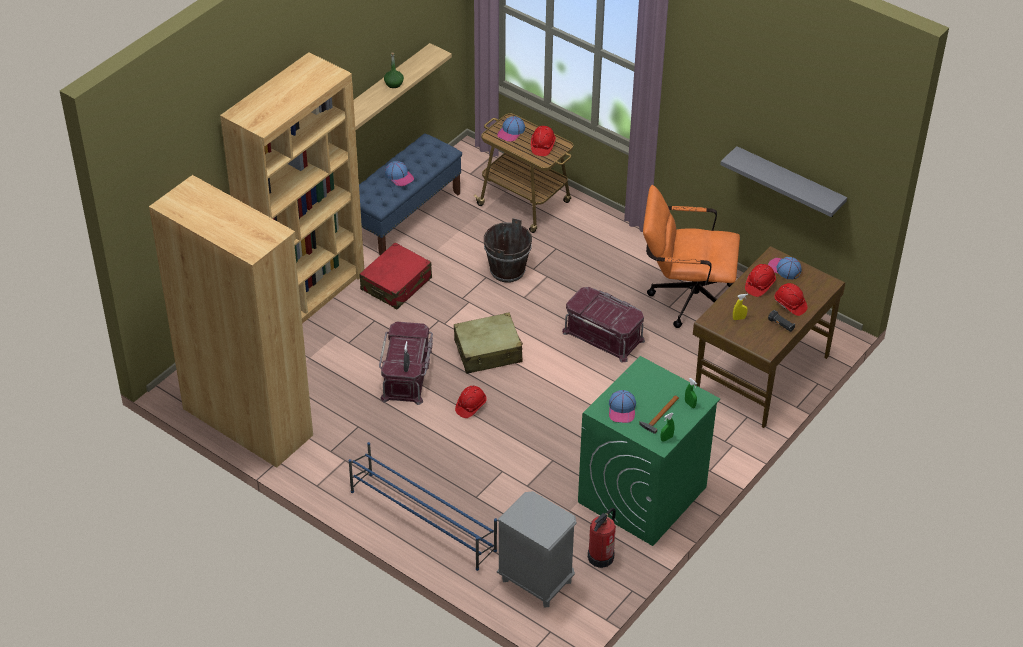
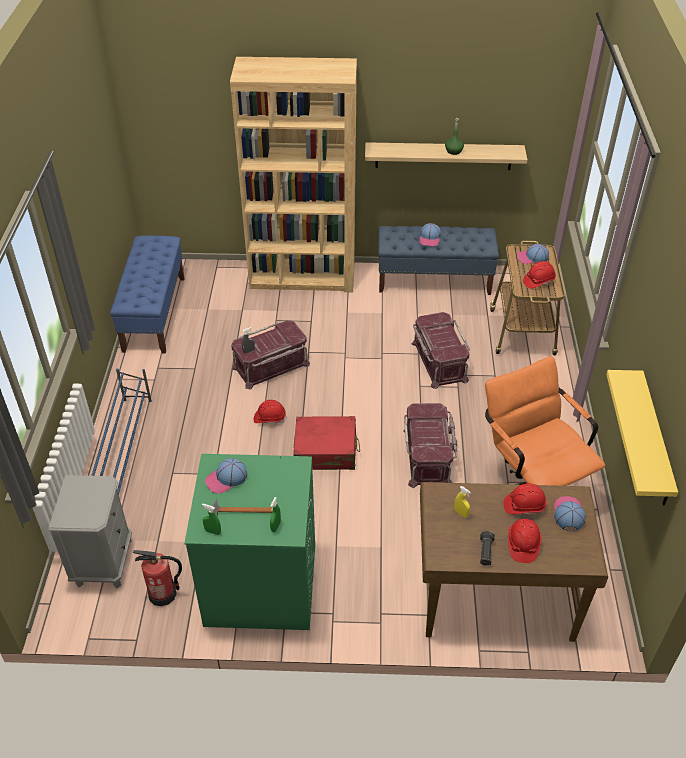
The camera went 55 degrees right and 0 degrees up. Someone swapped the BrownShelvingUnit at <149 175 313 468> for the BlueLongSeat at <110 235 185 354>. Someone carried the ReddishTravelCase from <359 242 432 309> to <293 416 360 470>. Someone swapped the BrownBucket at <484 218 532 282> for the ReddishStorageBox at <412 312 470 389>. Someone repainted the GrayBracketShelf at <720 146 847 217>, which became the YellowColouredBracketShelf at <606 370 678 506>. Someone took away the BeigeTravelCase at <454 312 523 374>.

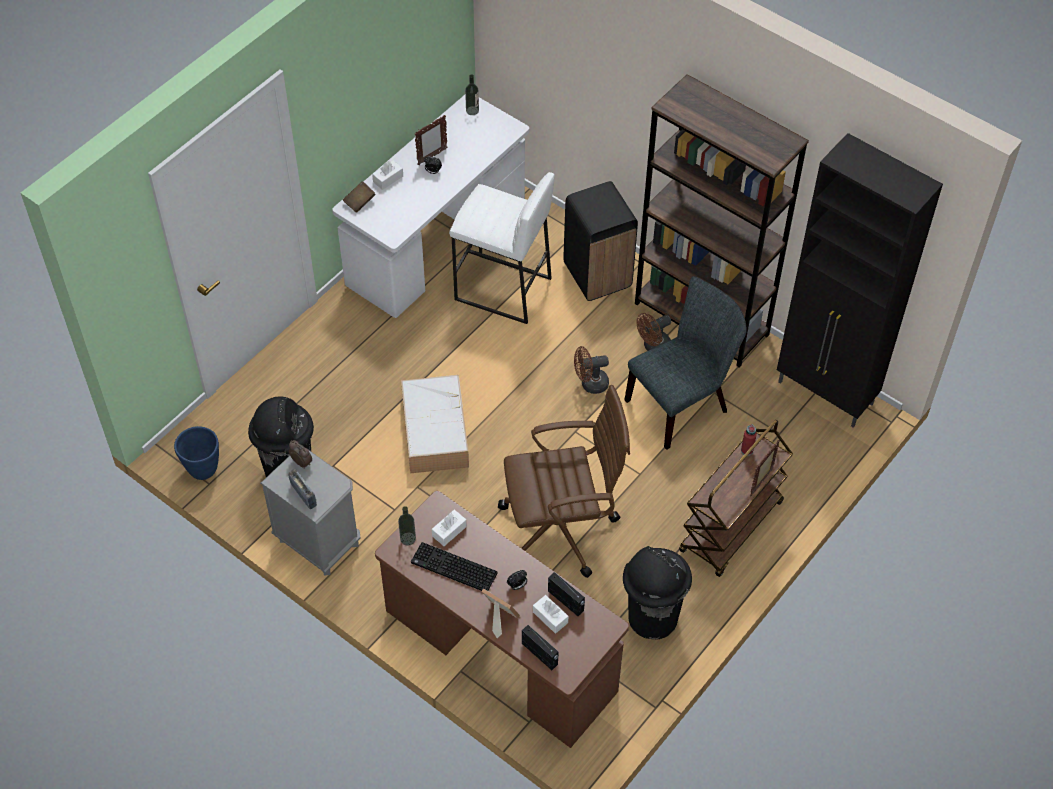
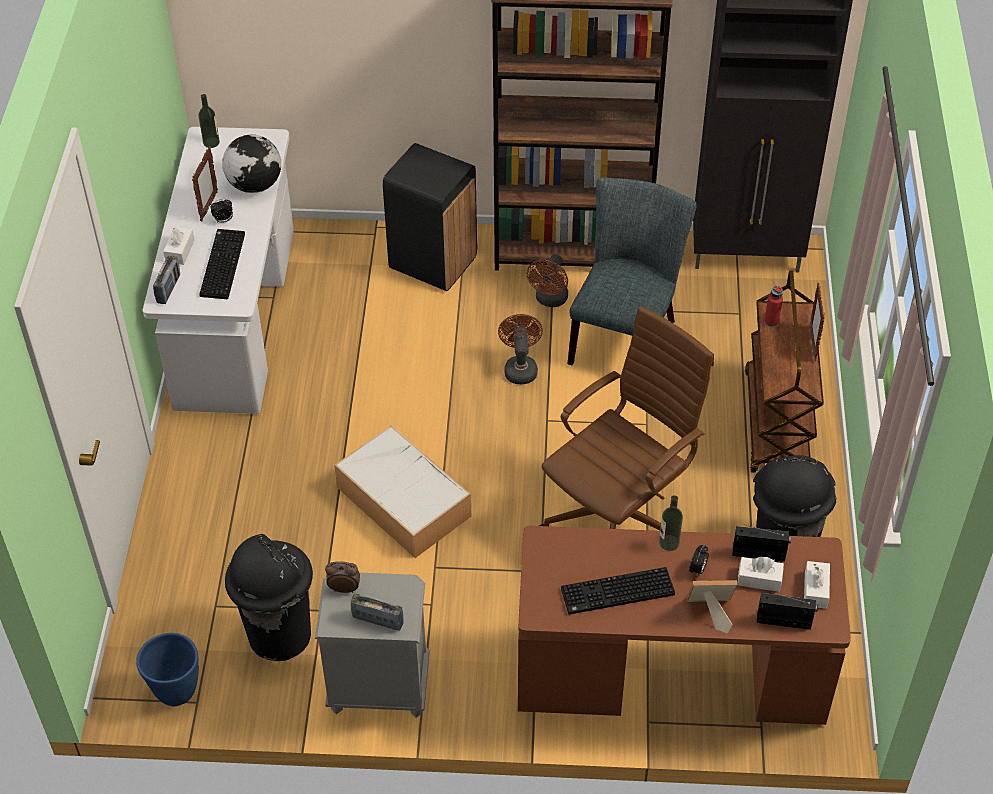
The camera went 35 degrees left and 5 degrees down. Someone swapped the BrownBook at <343 181 376 213> for the RadioReceiver at <153 256 180 304>. Someone put down the PcKeyboard at <199 229 245 299>. Someone put down the Globe at <222 135 281 193>. Someone rotated the BrownCoolingFan at <574 346 609 394> by 135 degrees clockwise. Someone carried the Bottle from <398 506 416 546> to <659 495 683 551>. Someone carried the WhiteColouredTissueHolder from <432 510 467 546> to <804 561 830 609>. Someone took away the WhiteColouredStoolSeat at <449 172 555 324>.

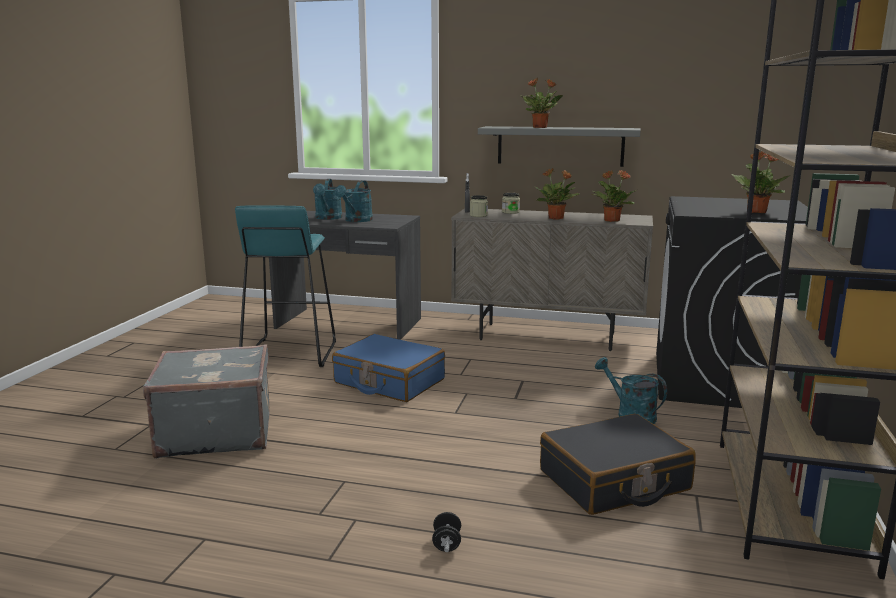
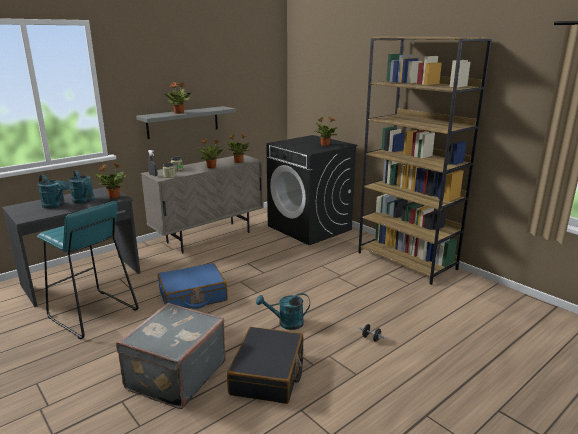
The camera went 55 degrees left and 5 degrees up. Someone put down the PottedPlant at <95 162 127 199>. Someone carried the BlackColouredTravelCase from <540 414 696 515> to <227 327 303 404>. Someone carried the TurquoiseColouredSprinklingCan from <595 357 667 424> to <256 293 310 330>.

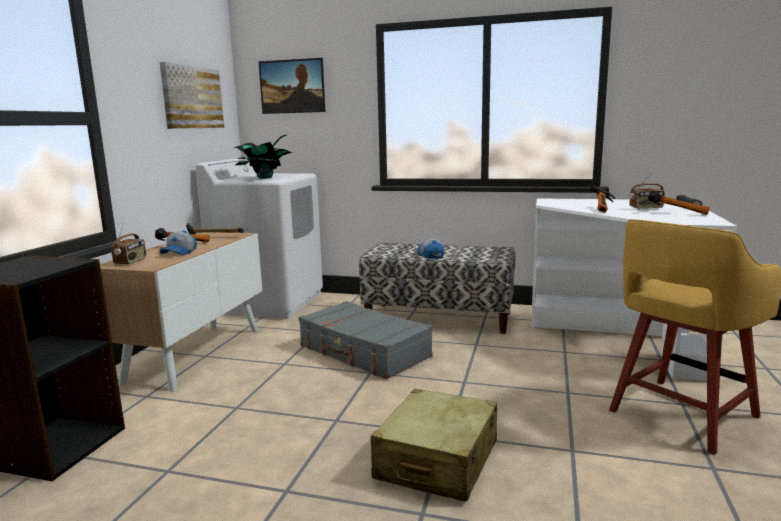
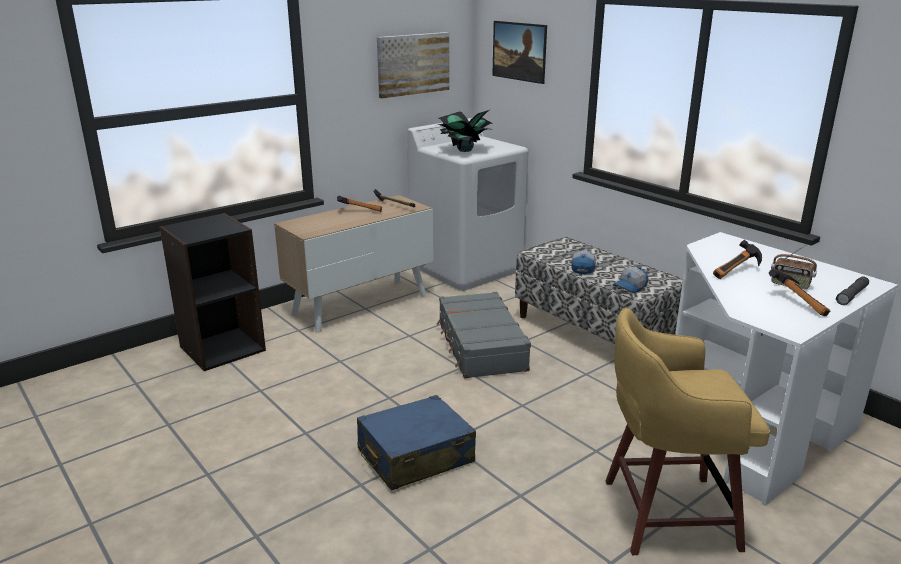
The camera went 35 degrees right and 10 degrees up. Someone repainted the BeigeTravelCase at <371 389 497 502>, which became the BlueTravelCase at <357 395 476 491>. Someone carried the PeakedCap from <160 230 197 255> to <613 266 649 293>. Someone took away the RadioReceiver at <111 224 146 265>.

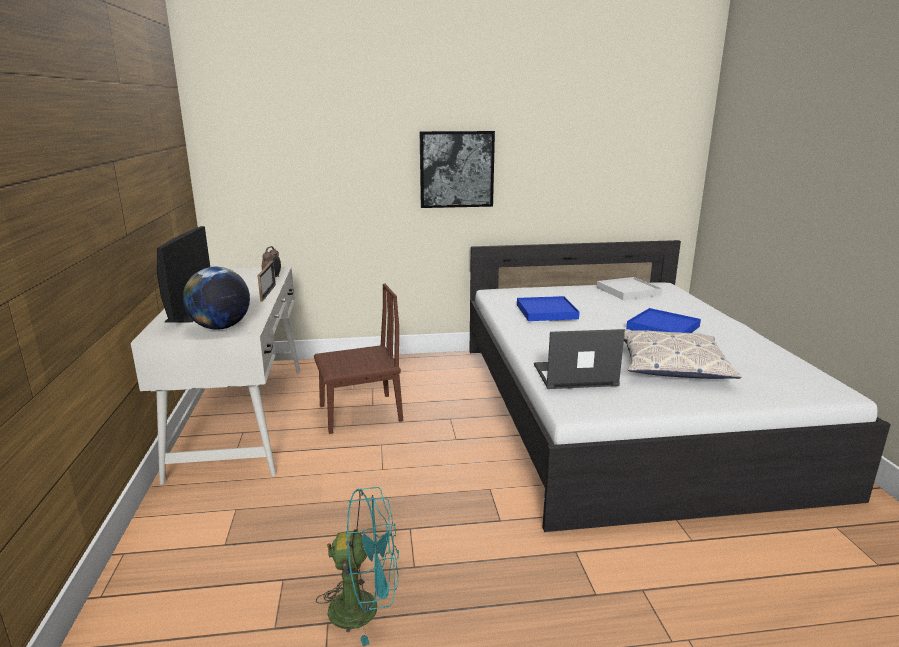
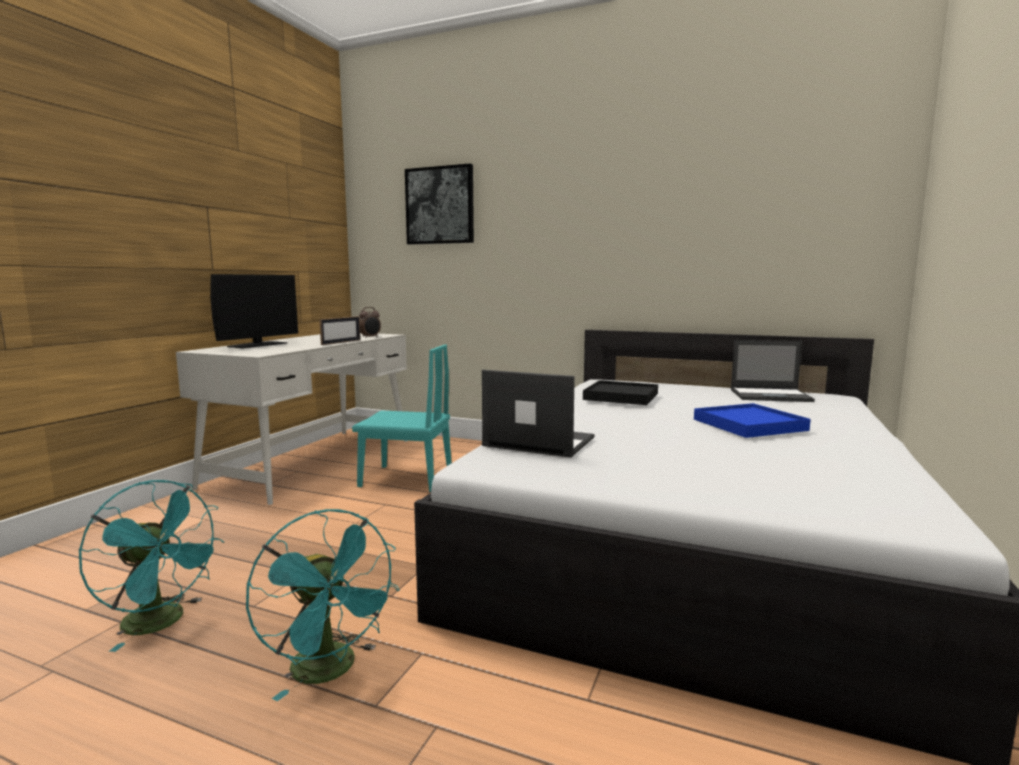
The camera went 30 degrees right and 10 degrees down. Someone put down the TurquoiseColouredCoolingFan at <246 509 400 701>. Someone repainted the BrownChair at <314 283 403 434>, which became the TurquoiseColouredChair at <352 345 452 492>. Someone carried the WallArt from <420 131 495 208> to <405 163 474 245>. Someone repainted the BlueServingTray at <517 296 580 321>, which became the BlackColouredServingTray at <583 380 658 405>. Someone swapped the WhiteColouredServingTray at <597 277 662 300> for the Laptop at <731 340 815 402>. Someone took away the Globe at <183 267 250 330>. Someone took away the Pillow at <624 329 742 379>.

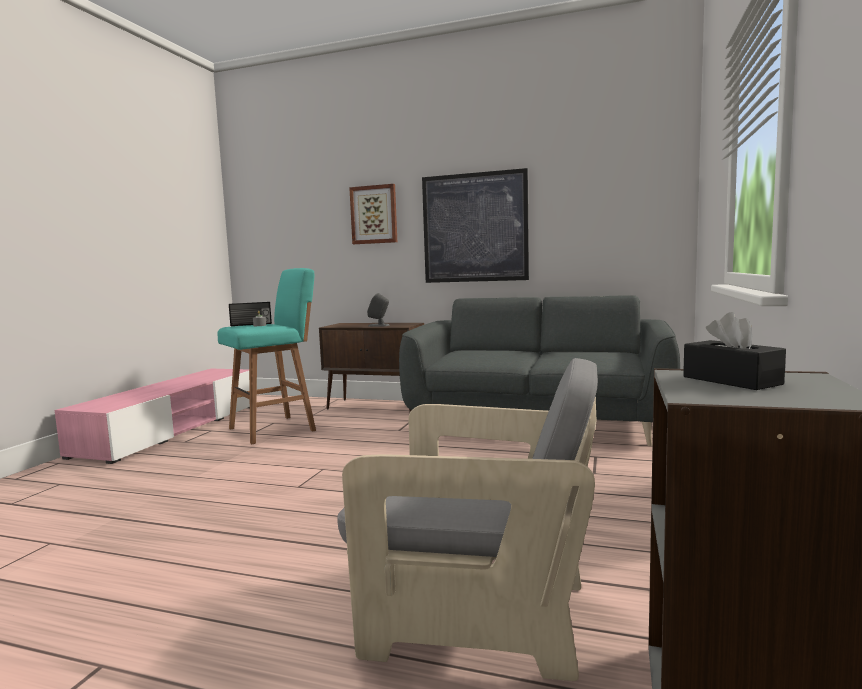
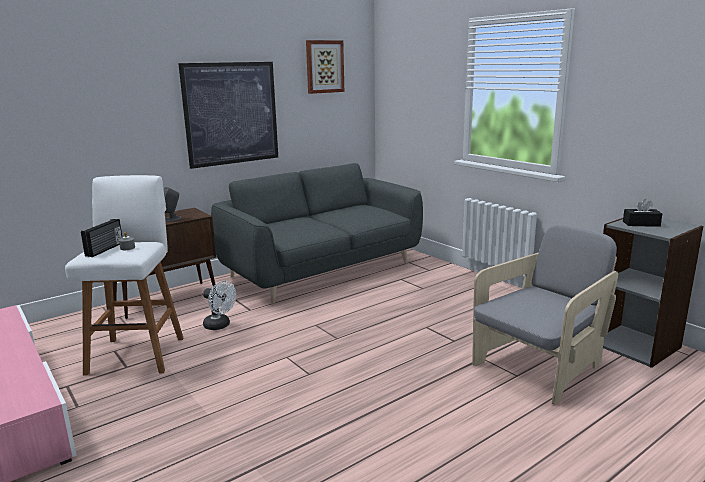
The camera went 55 degrees left and 10 degrees up. Someone repainted the TurquoiseColouredStoolSeat at <217 268 316 444>, which became the WhiteColouredStoolSeat at <65 175 183 376>. Someone put down the WhiteColouredCoolingFan at <203 281 236 330>. Someone carried the WallArt from <349 184 397 244> to <306 40 344 94>.

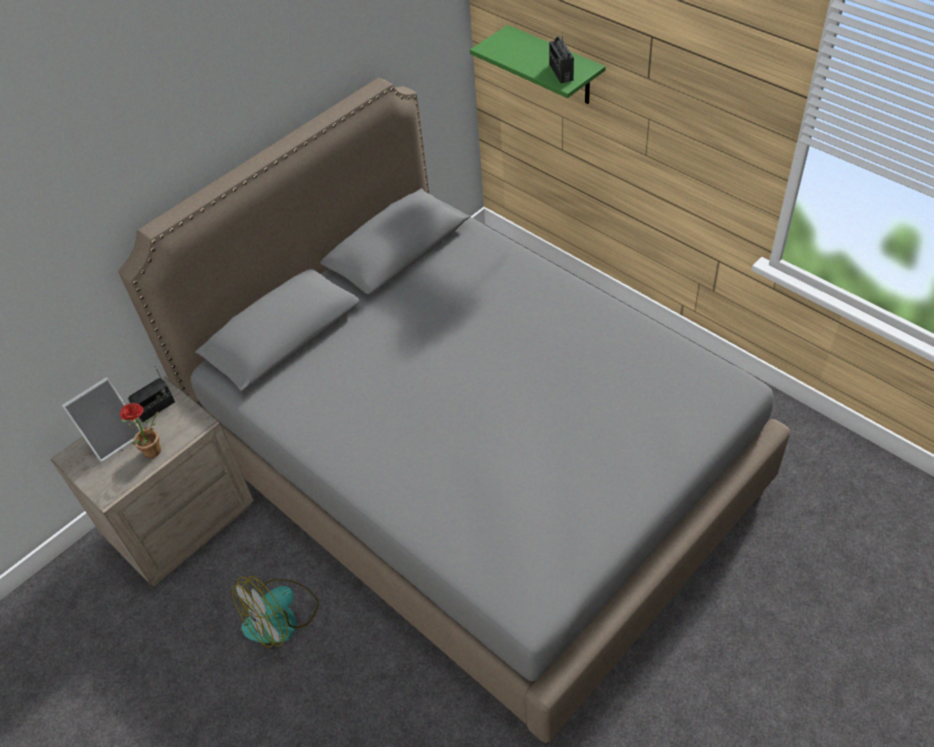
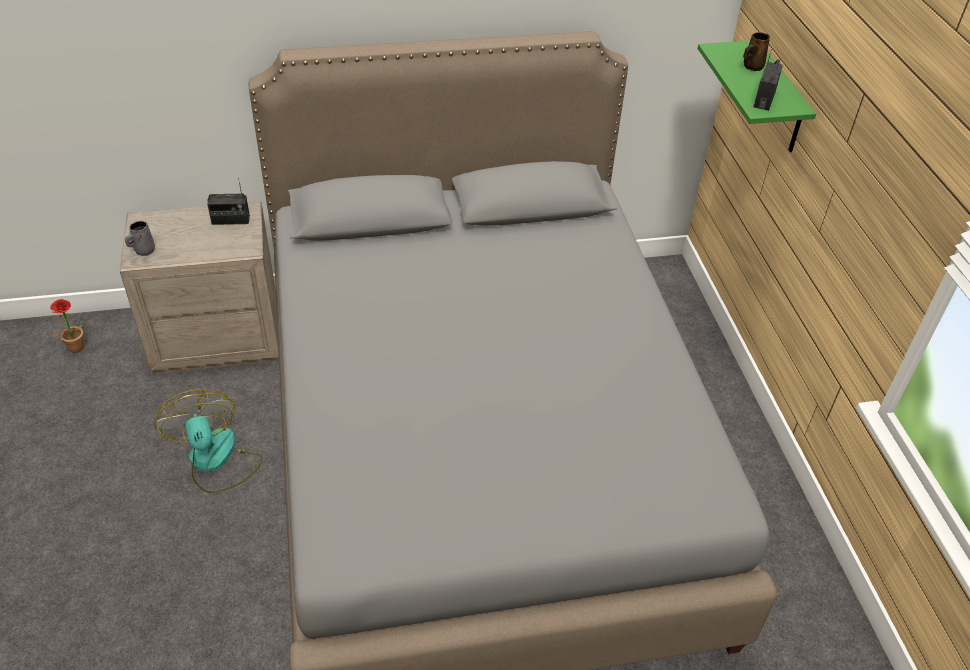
The camera went 30 degrees right and 5 degrees down. Someone carried the PottedPlant from <120 403 161 458> to <50 299 92 353>. Someone put down the GrayCoffeeMug at <125 221 155 256>. Someone rotated the CoolingFan at <232 576 319 647> by 75 degrees clockwise. Someone put down the BrownCoffeeMug at <743 32 770 71>. Someone took away the PictureFrame at <62 377 141 462>.

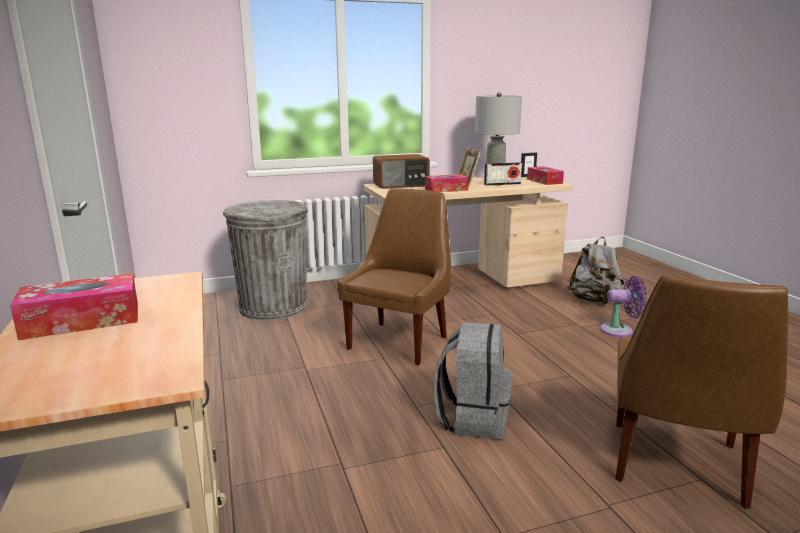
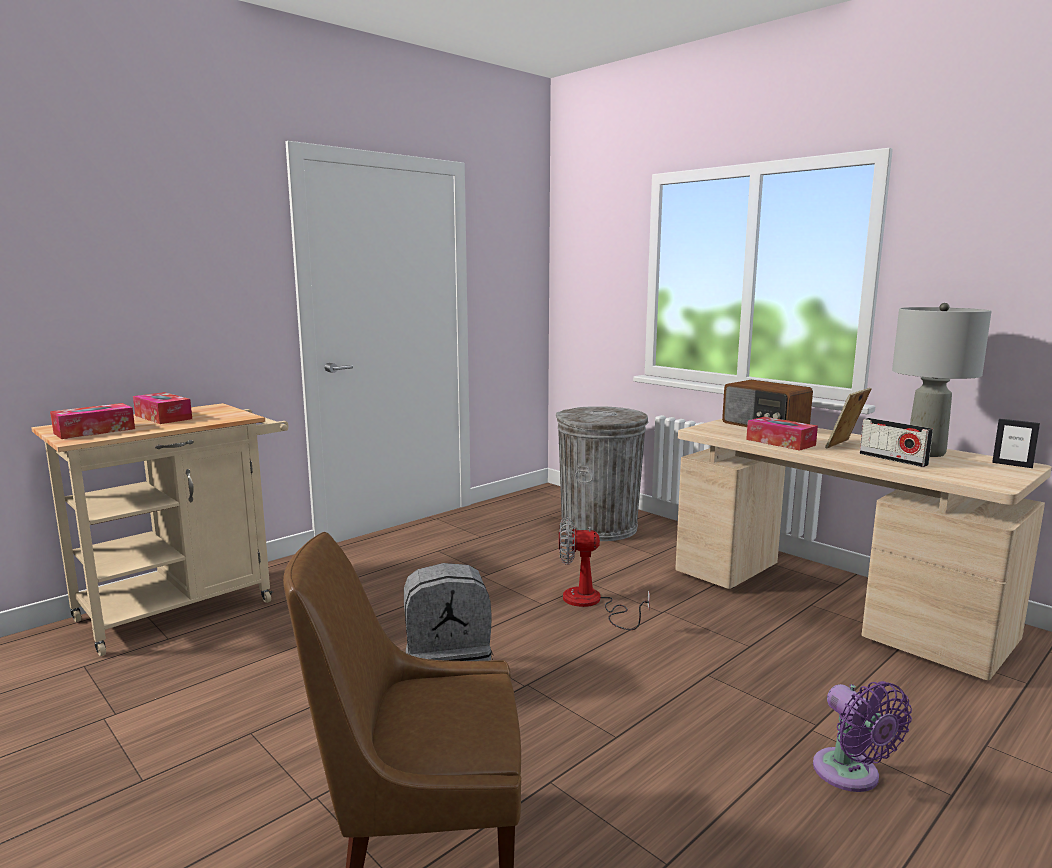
The camera went 65 degrees right and 5 degrees down. Someone carried the TissueHolder from <527 166 564 185> to <50 403 135 439>. Someone swapped the BrownChair at <337 188 451 365> for the CoolingFan at <559 517 650 630>. Someone took away the GrayRucksack at <567 237 624 304>.

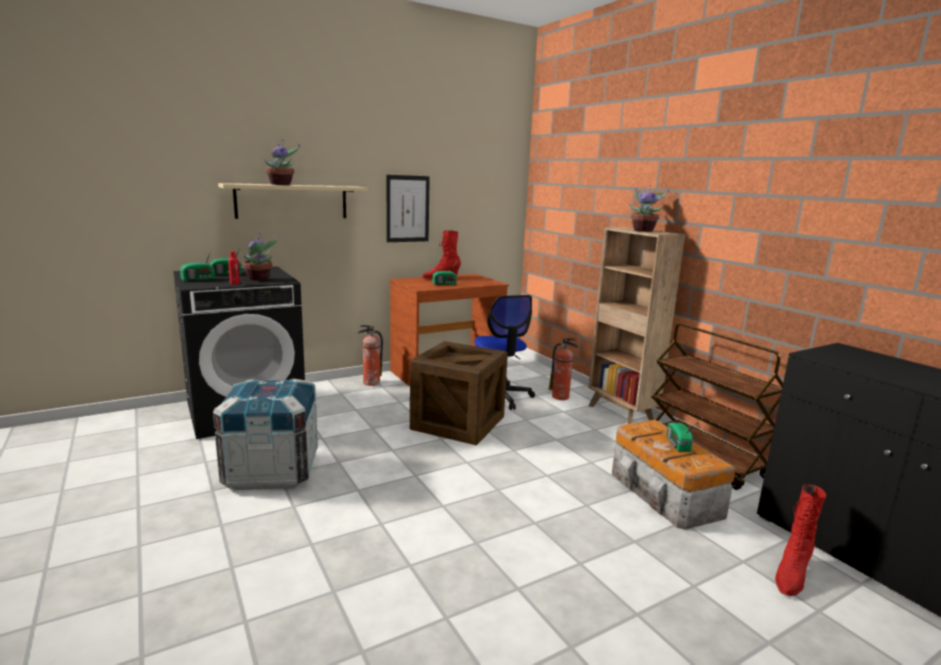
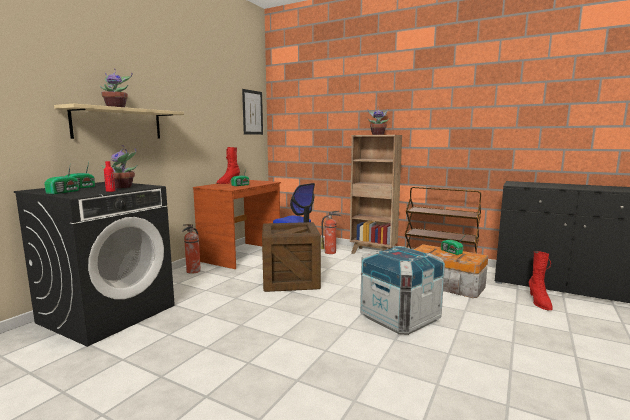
The camera went 30 degrees left and 5 degrees down. Someone carried the WallArt from <386 175 430 242> to <242 89 263 135>. Someone carried the ShippingCrate from <213 379 318 490> to <360 246 445 335>.

